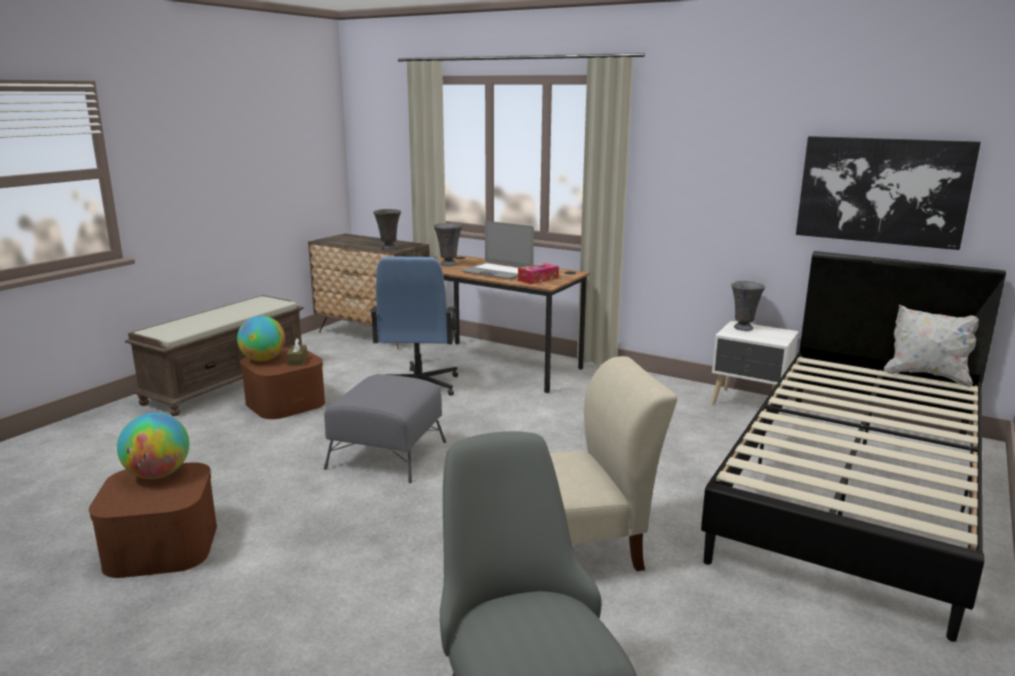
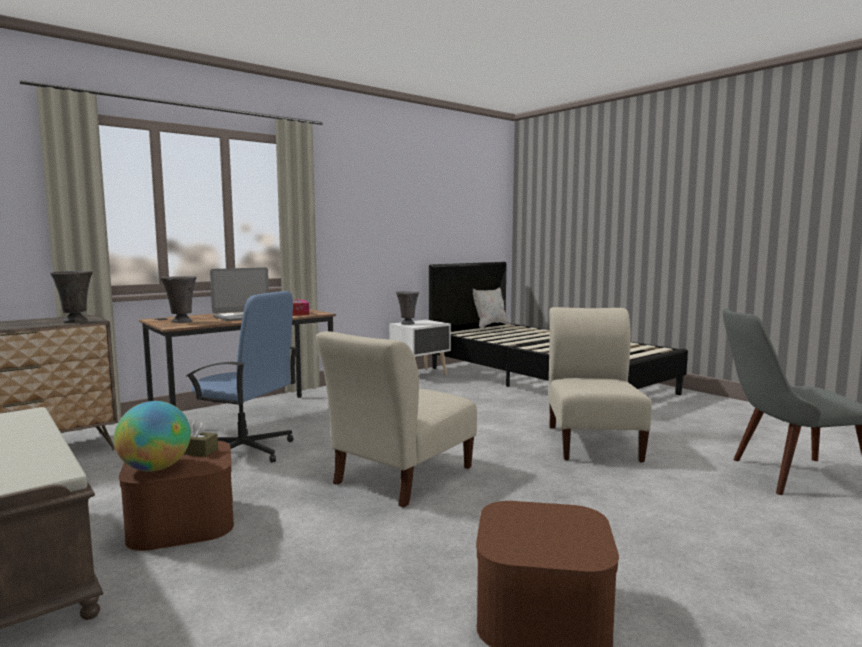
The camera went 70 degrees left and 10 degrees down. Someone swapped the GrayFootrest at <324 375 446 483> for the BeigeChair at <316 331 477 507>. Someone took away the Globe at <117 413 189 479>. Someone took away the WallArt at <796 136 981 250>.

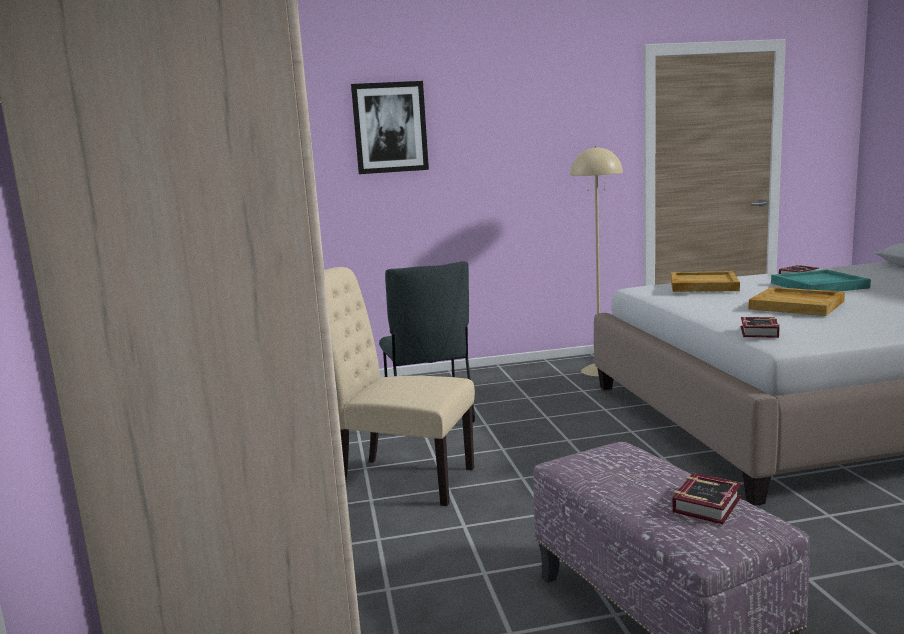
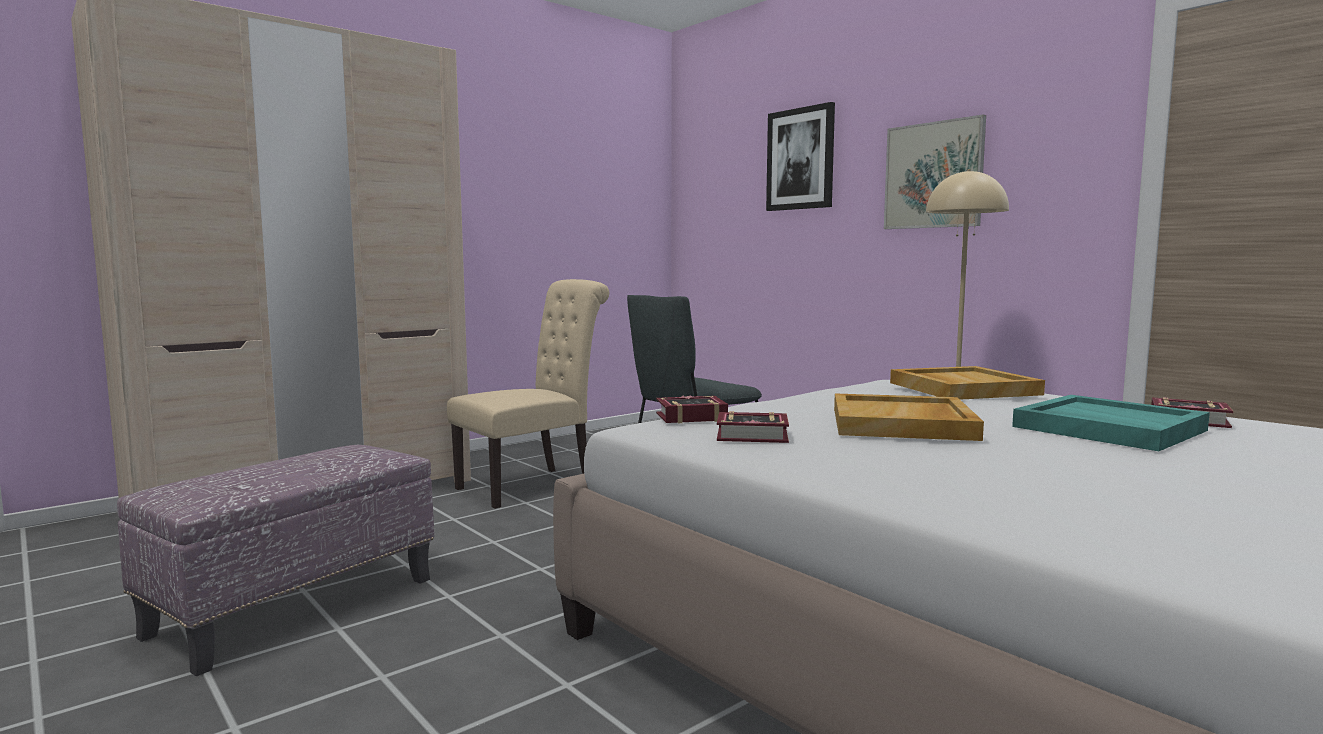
The camera went 60 degrees right and 5 degrees down. Someone rotated the BeigeChair at <324 267 475 506> by 60 degrees clockwise. Someone carried the Book from <672 473 741 524> to <717 411 789 443>. Someone put up the WallArt at <884 114 986 229>.

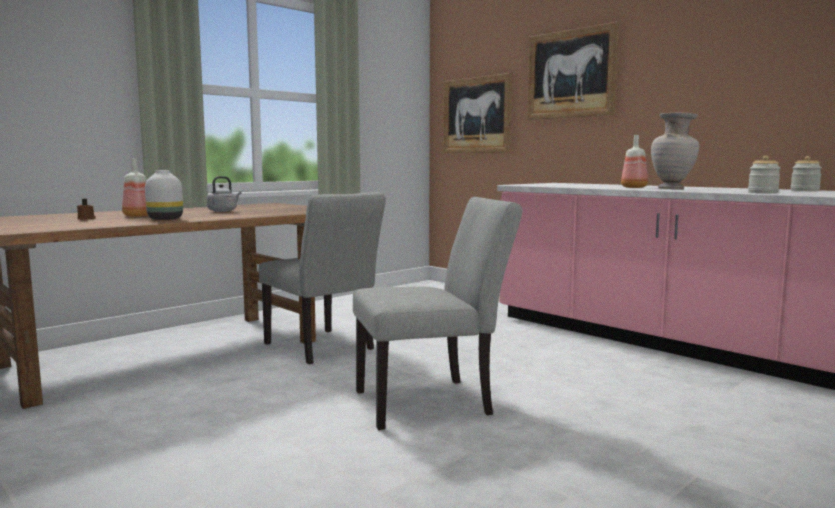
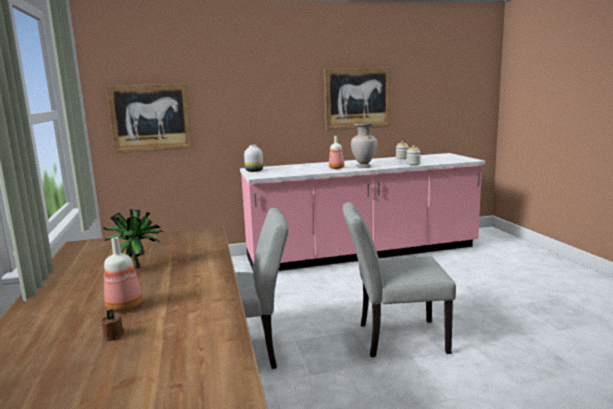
The camera went 60 degrees left and 5 degrees up. Someone swapped the GrayTeaKettle at <207 176 242 212> for the PottedPlant at <103 209 163 269>. Someone carried the WhiteColouredDecorativeVase from <145 170 183 220> to <244 145 263 172>. Someone carried the WallArt from <527 22 619 120> to <324 67 391 130>. Someone rotated the GrayChair at <353 197 522 430> by 105 degrees counterclockwise.

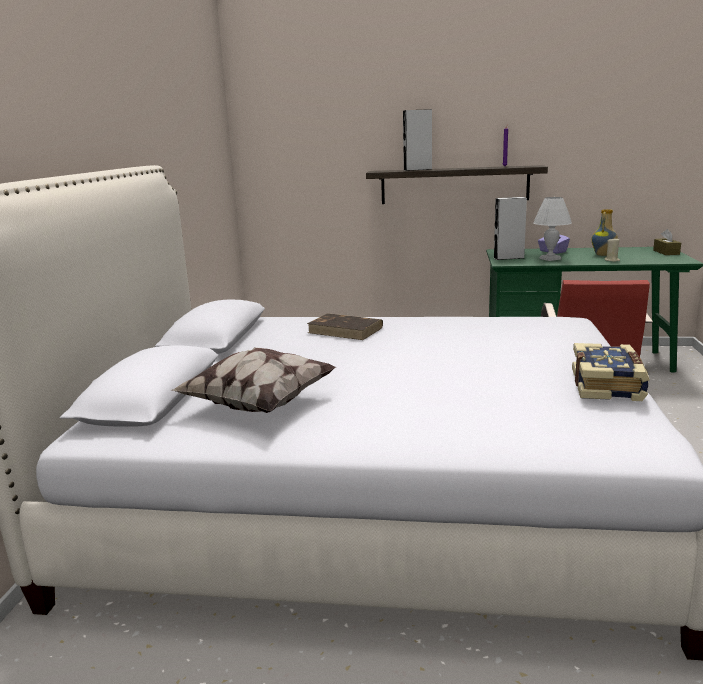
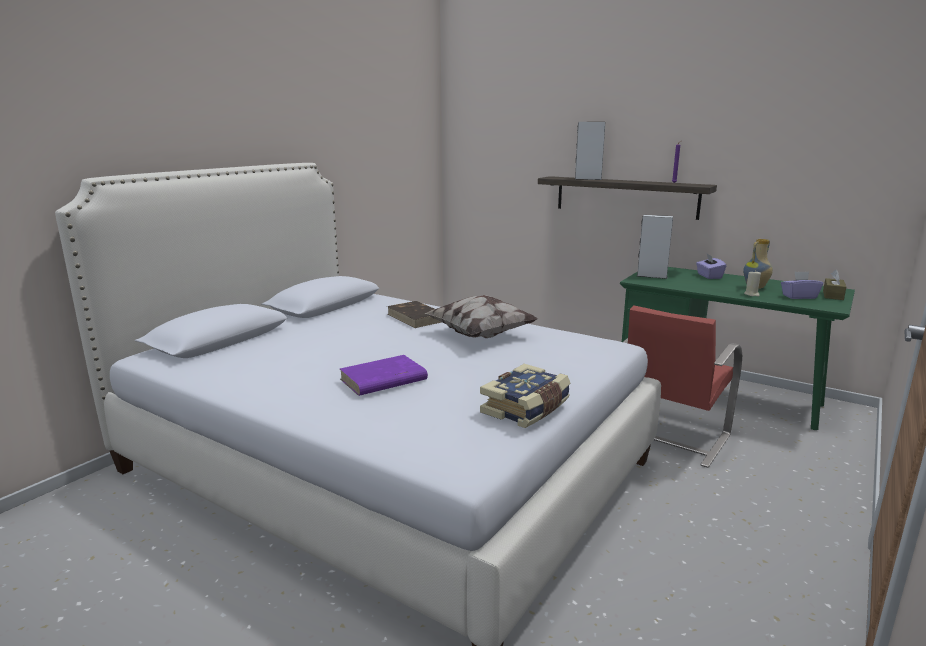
The camera went 25 degrees right and 0 degrees up. Someone put down the PurplishBook at <340 355 428 396>. Someone carried the Pillow from <170 347 336 413> to <424 295 538 338>. Someone put down the PurplishTissueHolder at <781 271 823 299>. Someone took away the WhiteColouredTableLamp at <533 197 572 261>.

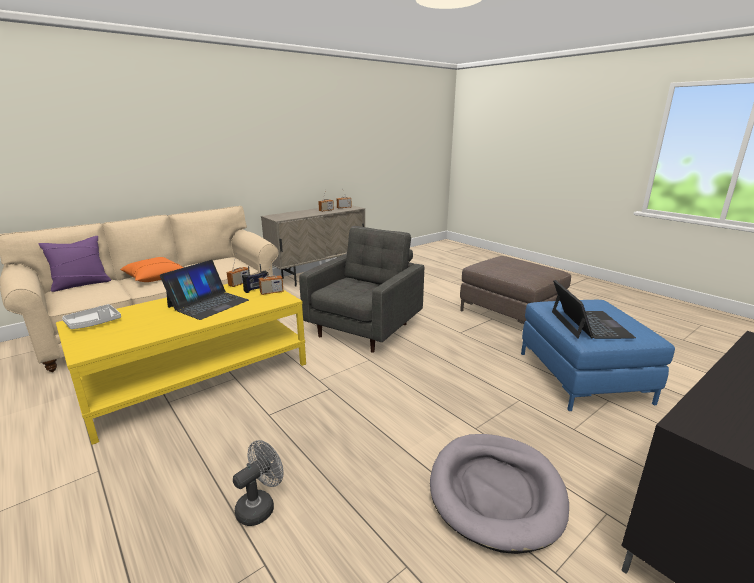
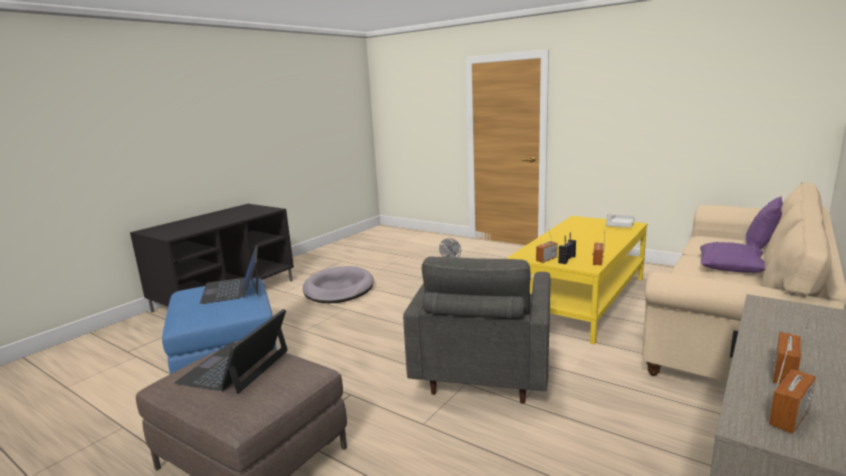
The camera went 165 degrees right and 5 degrees down. Someone carried the Laptop from <160 260 249 320> to <174 309 288 394>. Someone repainted the OrangePillow at <120 257 184 282>, which became the PurplishPillow at <700 242 765 273>.

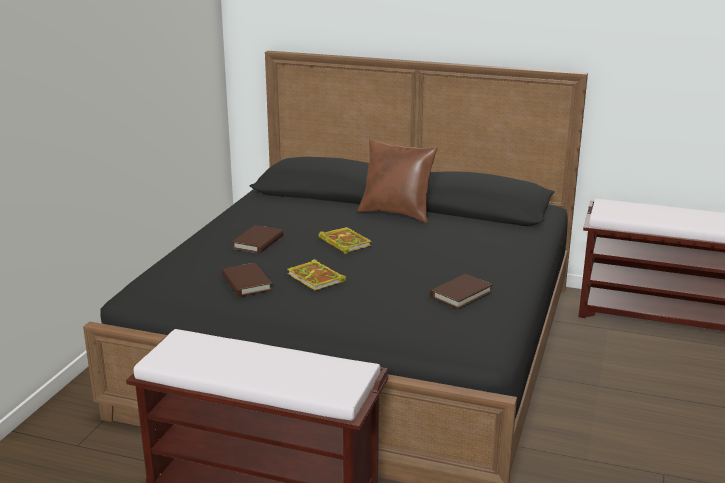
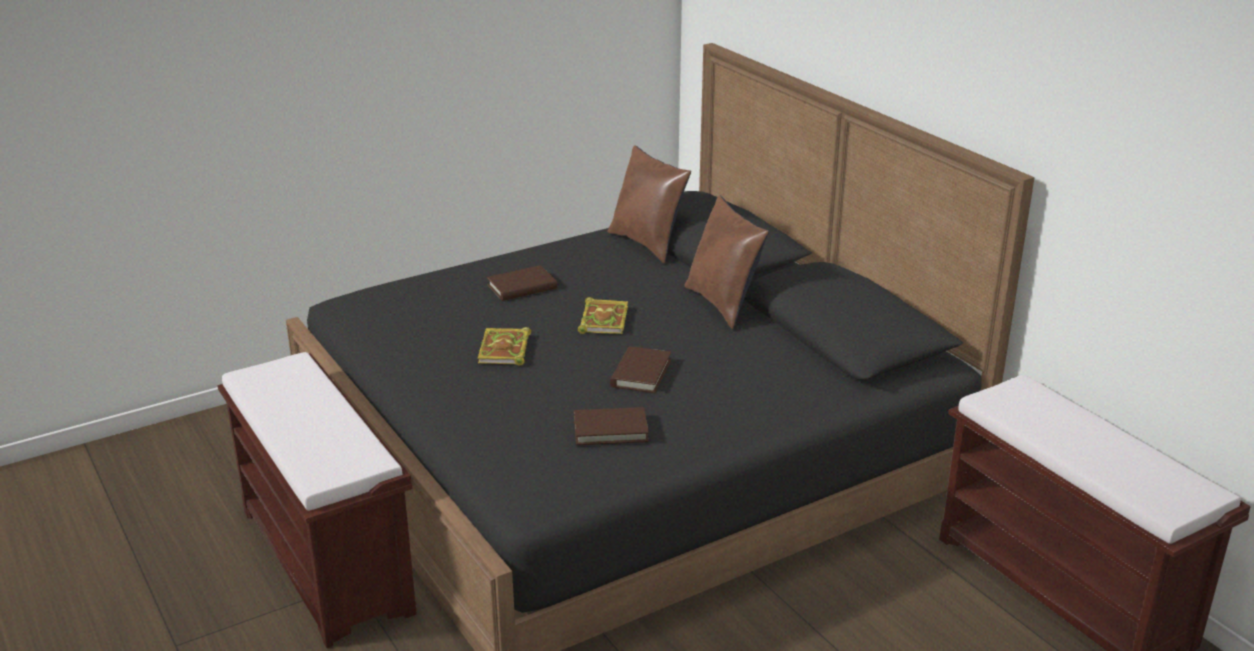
The camera went 40 degrees right and 5 degrees up. Someone put down the BrownPillow at <608 145 691 263>. Someone carried the BrownBook from <222 263 272 297> to <610 346 671 393>.

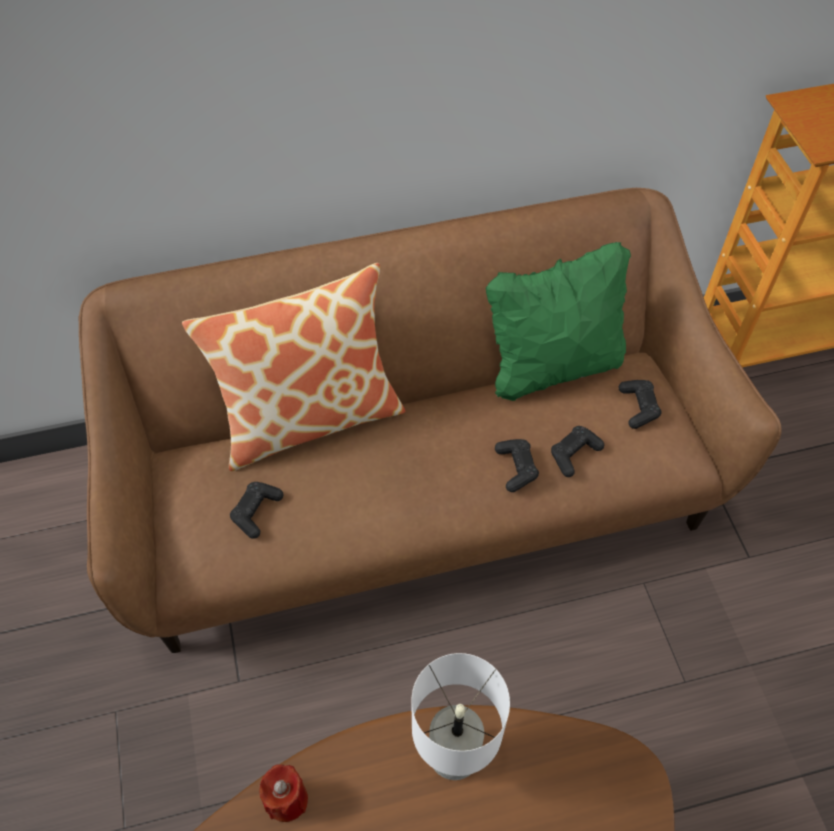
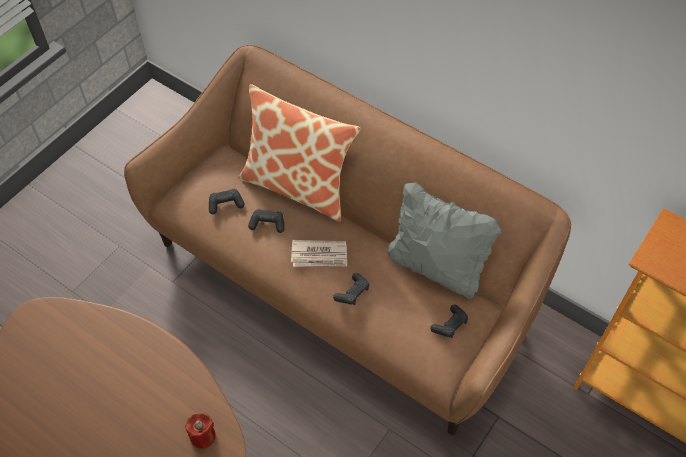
The camera went 50 degrees right and 0 degrees up. Someone carried the ReddishCandle from <259 764 308 822> to <185 413 216 449>. Someone carried the BlackColouredJoypad from <551 426 604 477> to <248 209 285 233>. Someone put down the PrintedPaper at <291 240 347 267>. Someone repainted the GreenColouredPillow at <486 242 631 401>, which became the GrayPillow at <387 181 501 299>. Someone took away the WhiteColouredTableLamp at <411 653 510 780>.

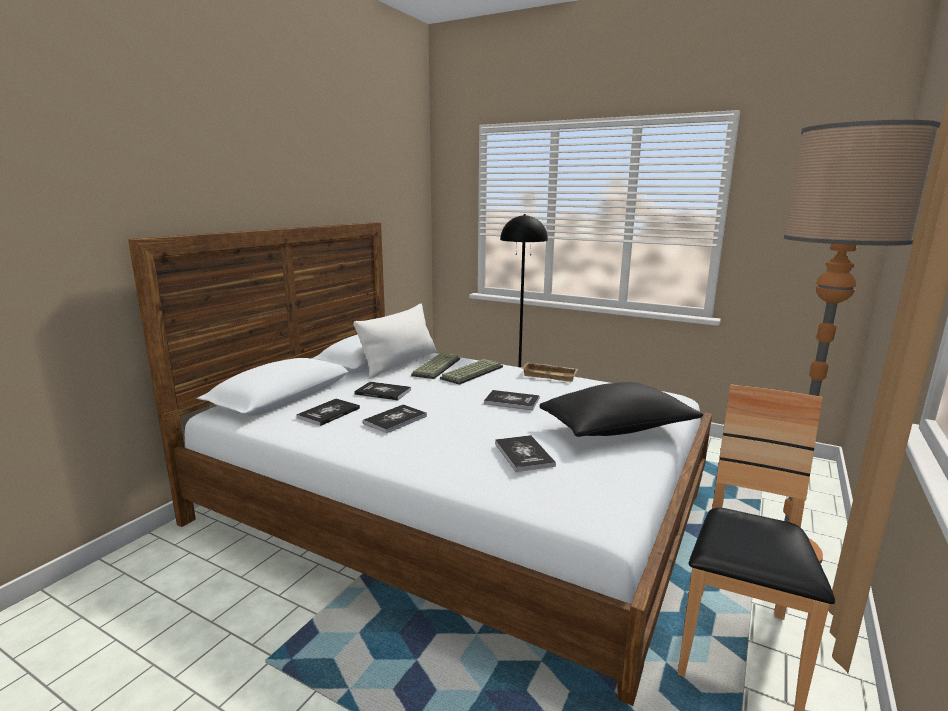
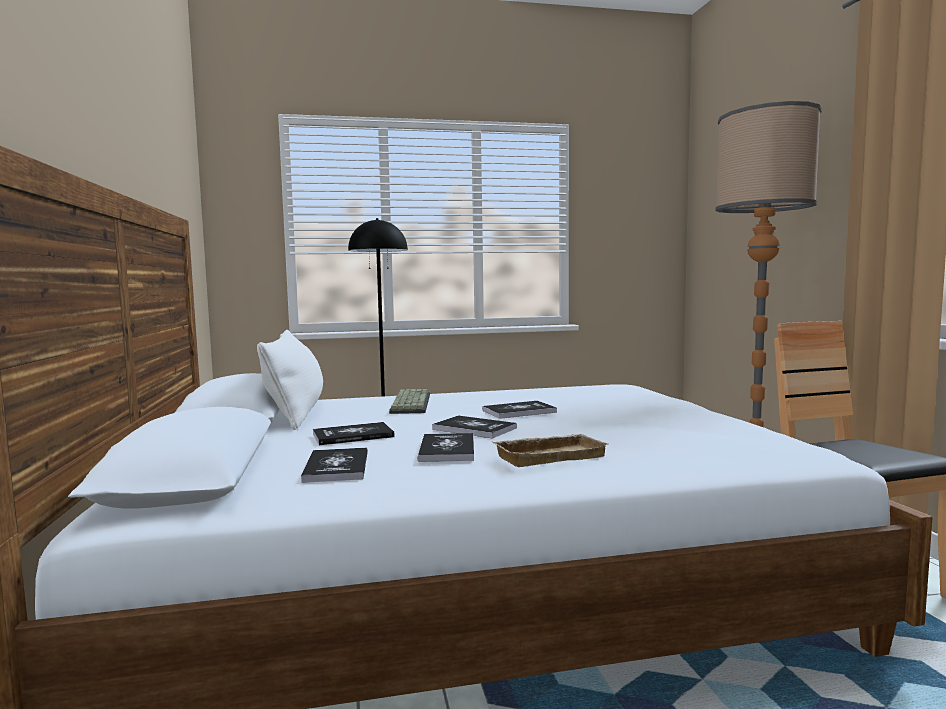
The camera went 40 degrees left and 10 degrees down. Someone carried the Book from <495 435 556 472> to <432 416 517 439>. Someone carried the BeigeServingTray from <522 362 578 382> to <493 434 608 467>. Someone took away the PcKeyboard at <411 353 460 379>. Someone took away the BlackColouredPillow at <539 382 703 437>.

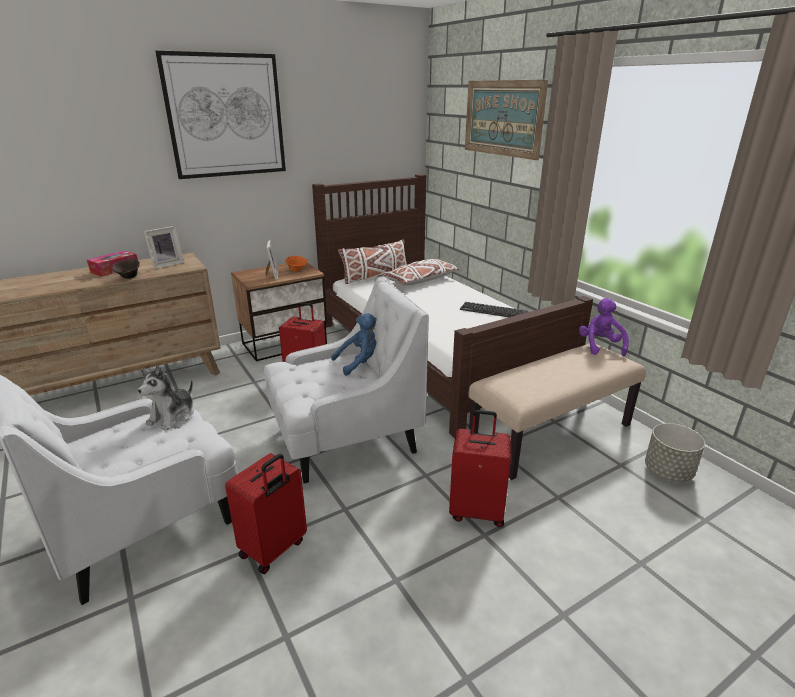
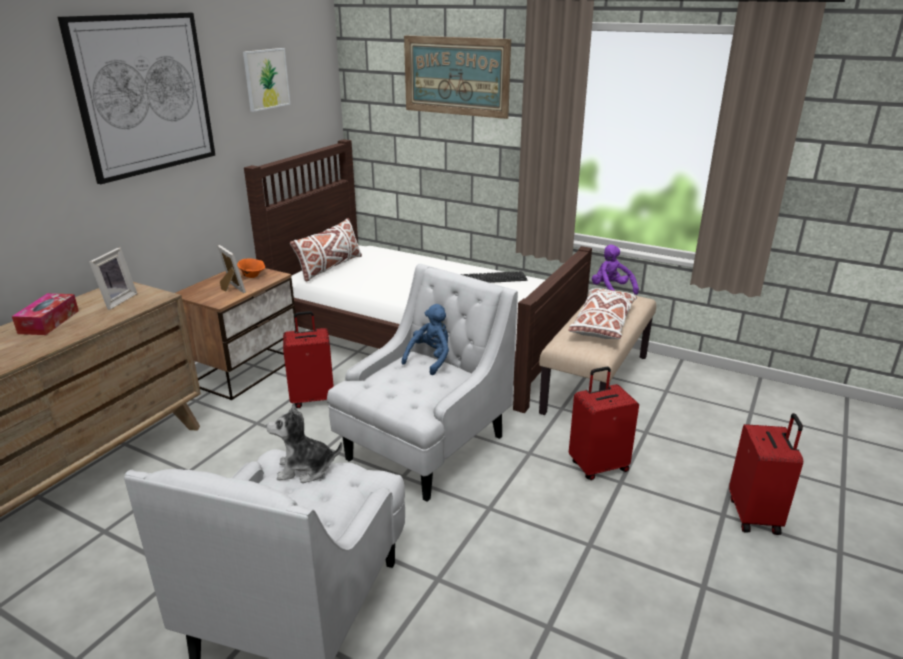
The camera went 30 degrees left and 0 degrees up. Someone put up the WallArt at <243 48 290 112>. Someone rotated the PlushToy at <138 365 194 431> by 90 degrees clockwise. Someone carried the WhiteColouredPillow from <382 259 460 286> to <568 288 637 339>. Someone carried the ReddishTravelCase from <225 453 307 574> to <729 413 803 535>. Someone took away the BrownBowl at <112 259 140 279>. Someone took away the GrayPlanter at <645 423 705 482>.

